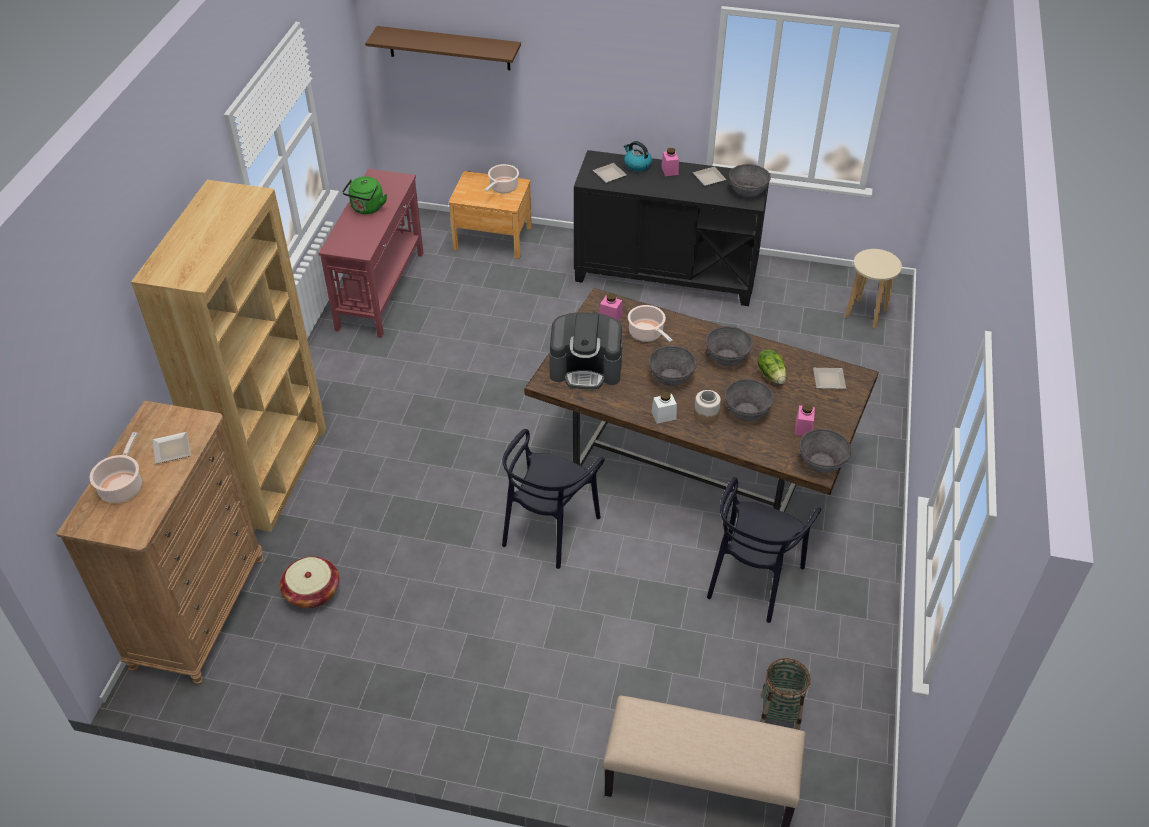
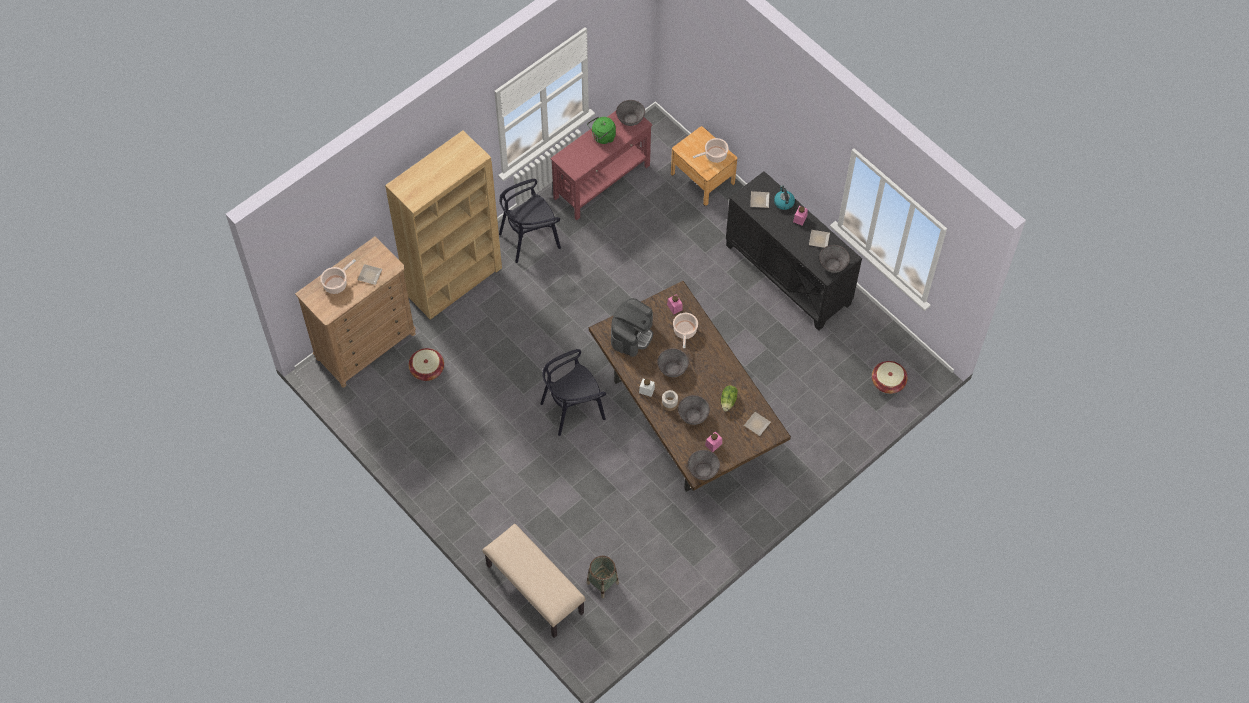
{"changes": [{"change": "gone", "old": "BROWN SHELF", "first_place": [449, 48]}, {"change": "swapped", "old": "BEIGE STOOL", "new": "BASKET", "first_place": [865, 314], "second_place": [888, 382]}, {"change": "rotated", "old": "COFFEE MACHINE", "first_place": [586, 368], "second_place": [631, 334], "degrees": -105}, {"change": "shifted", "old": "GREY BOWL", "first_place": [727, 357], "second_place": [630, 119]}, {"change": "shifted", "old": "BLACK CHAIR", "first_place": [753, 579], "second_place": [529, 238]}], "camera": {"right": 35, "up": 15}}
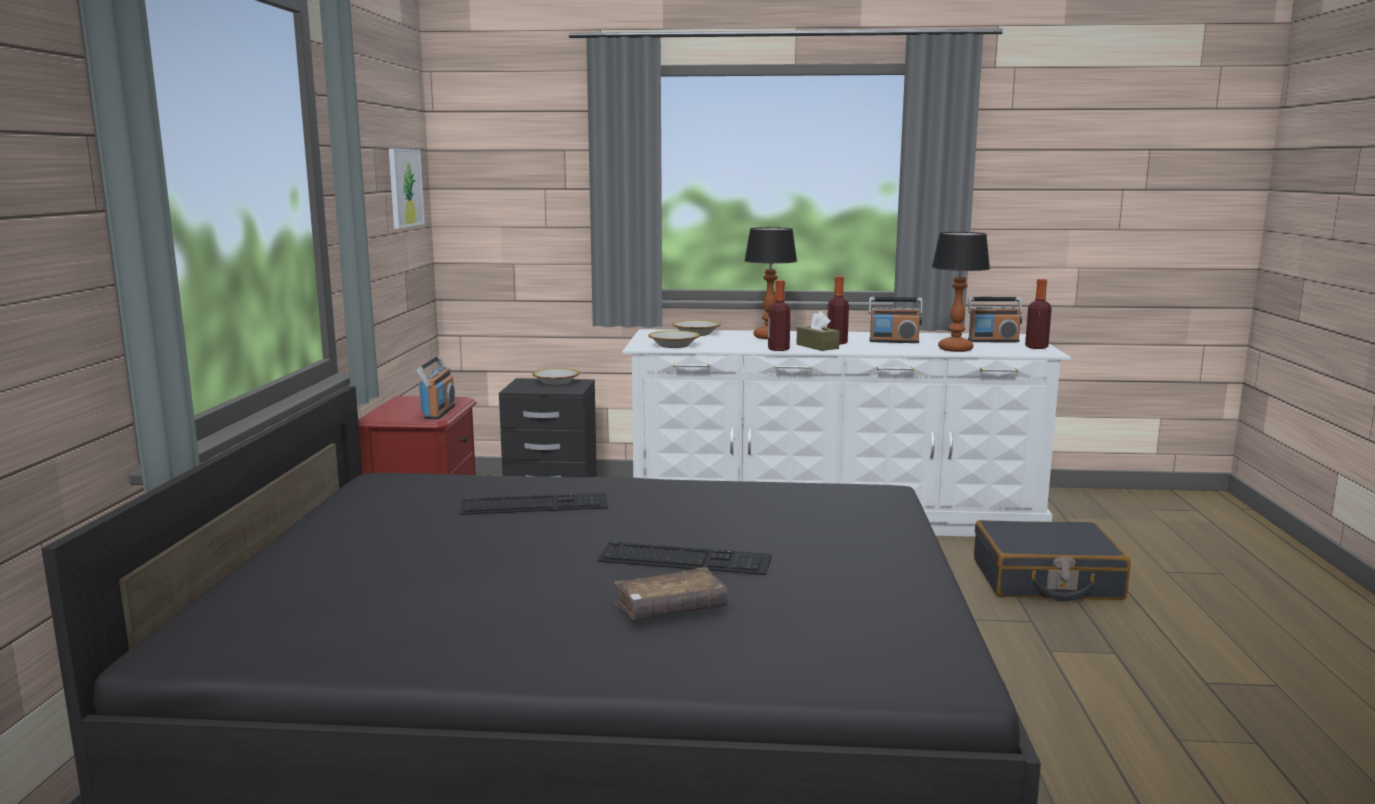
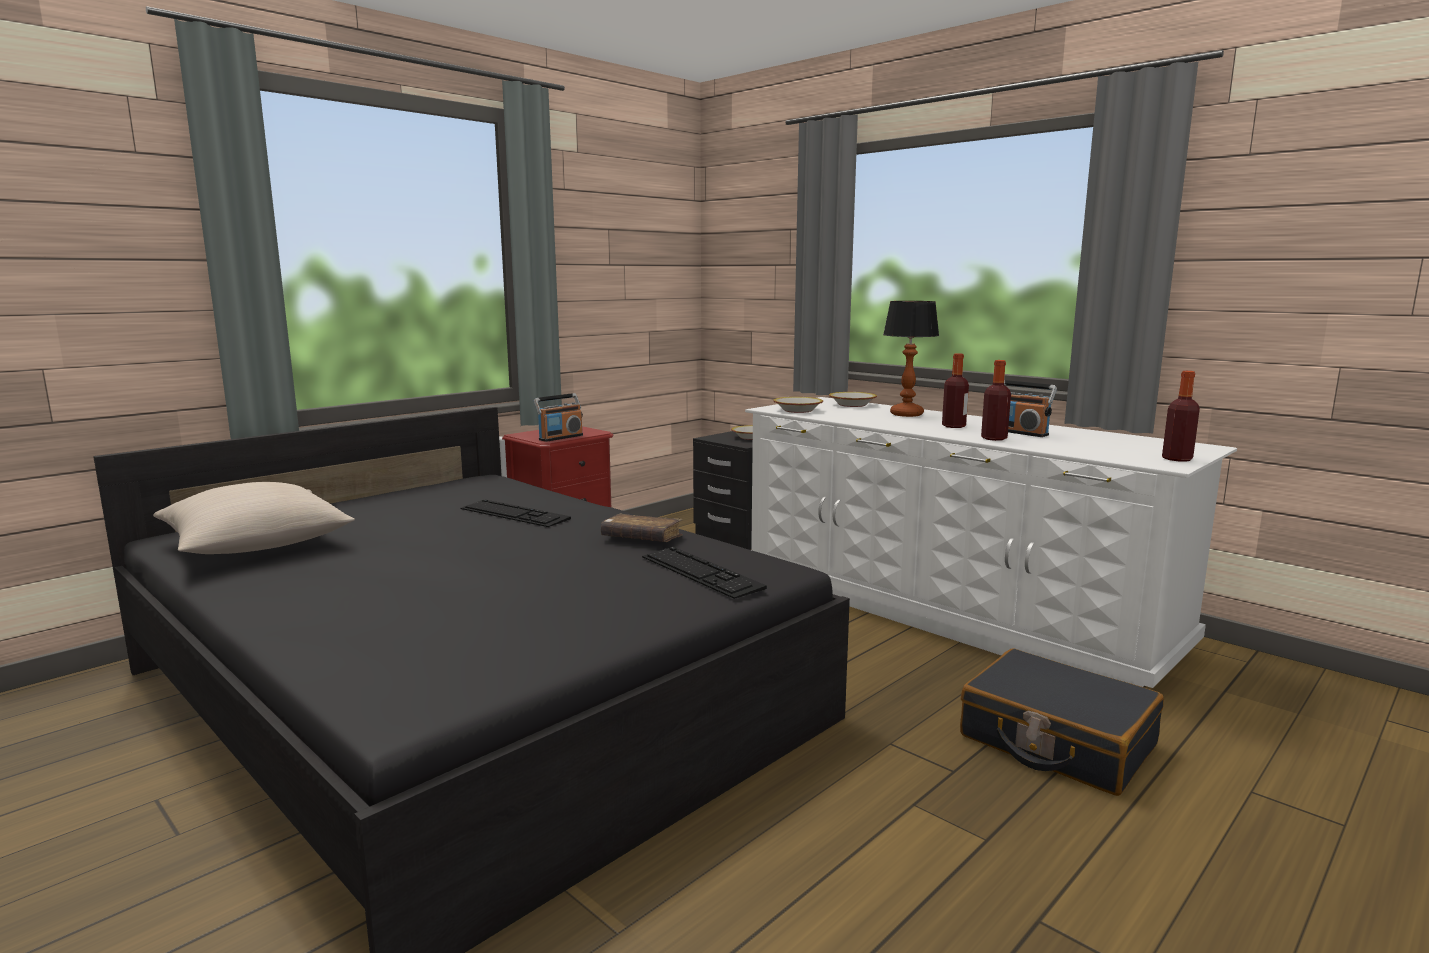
{"changes": [{"change": "gone", "old": "PICTURE", "first_place": [405, 187]}, {"change": "gone", "old": "TABLE LAMP", "first_place": [954, 349]}, {"change": "shifted", "old": "BOTTLE", "first_place": [778, 349], "second_place": [994, 438]}, {"change": "gone", "old": "RADIO", "first_place": [993, 341]}, {"change": "gone", "old": "BROWN TISSUE BOX", "first_place": [817, 346]}, {"change": "shifted", "old": "KEYBOARD", "first_place": [684, 559], "second_place": [701, 572]}, {"change": "shifted", "old": "BROWN BOOK", "first_place": [670, 609], "second_place": [641, 538]}, {"change": "new", "new": "BEIGE PILLOW", "second_place": [256, 544]}], "camera": {"right": 40, "up": 0}}
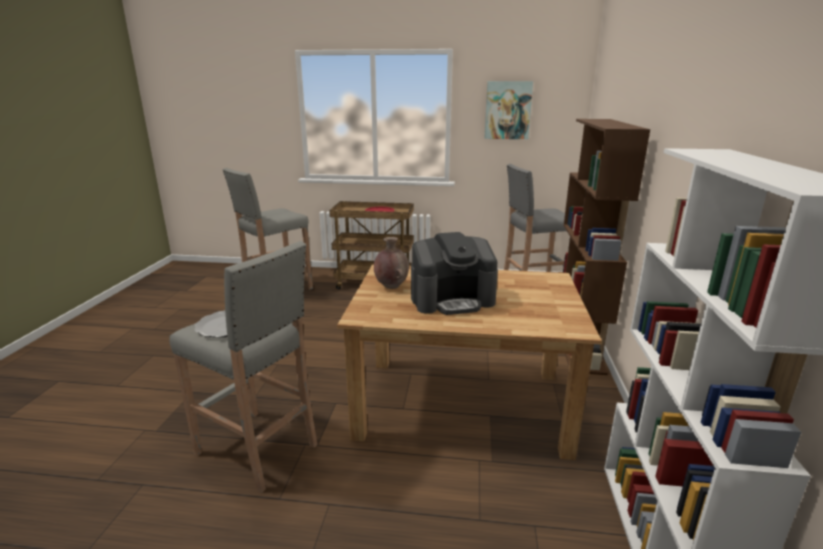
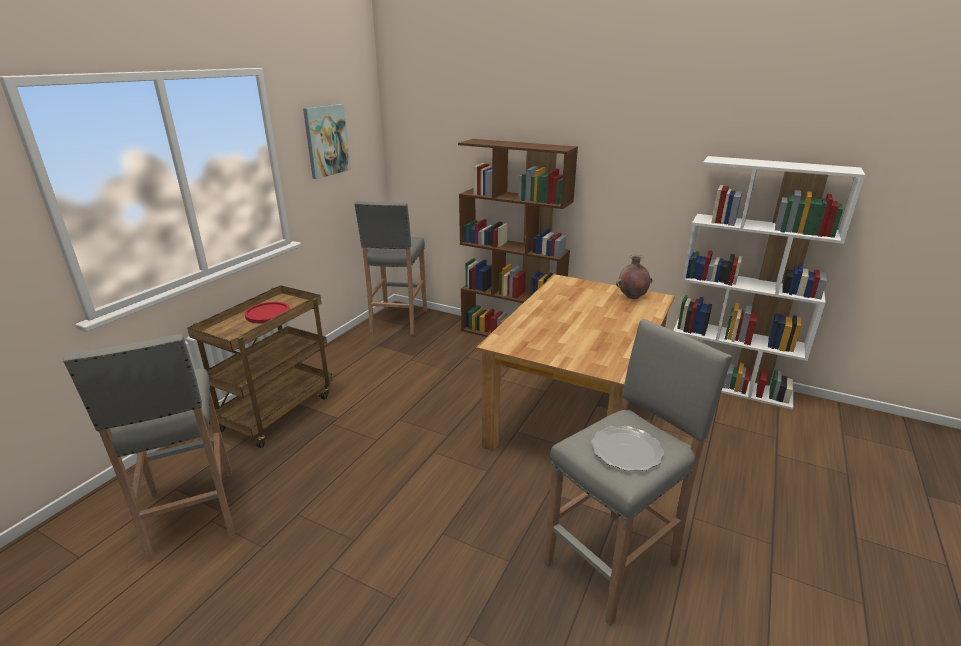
{"changes": [{"change": "gone", "old": "COFFEE MACHINE", "first_place": [452, 300]}, {"change": "shifted", "old": "BROWN VASE", "first_place": [391, 286], "second_place": [632, 297]}], "camera": {"right": -70, "up": 5}}
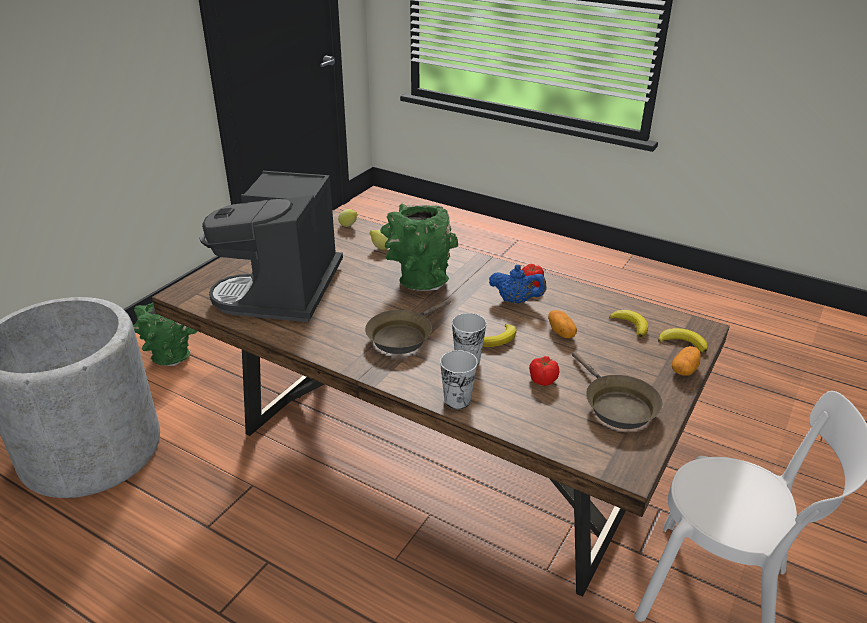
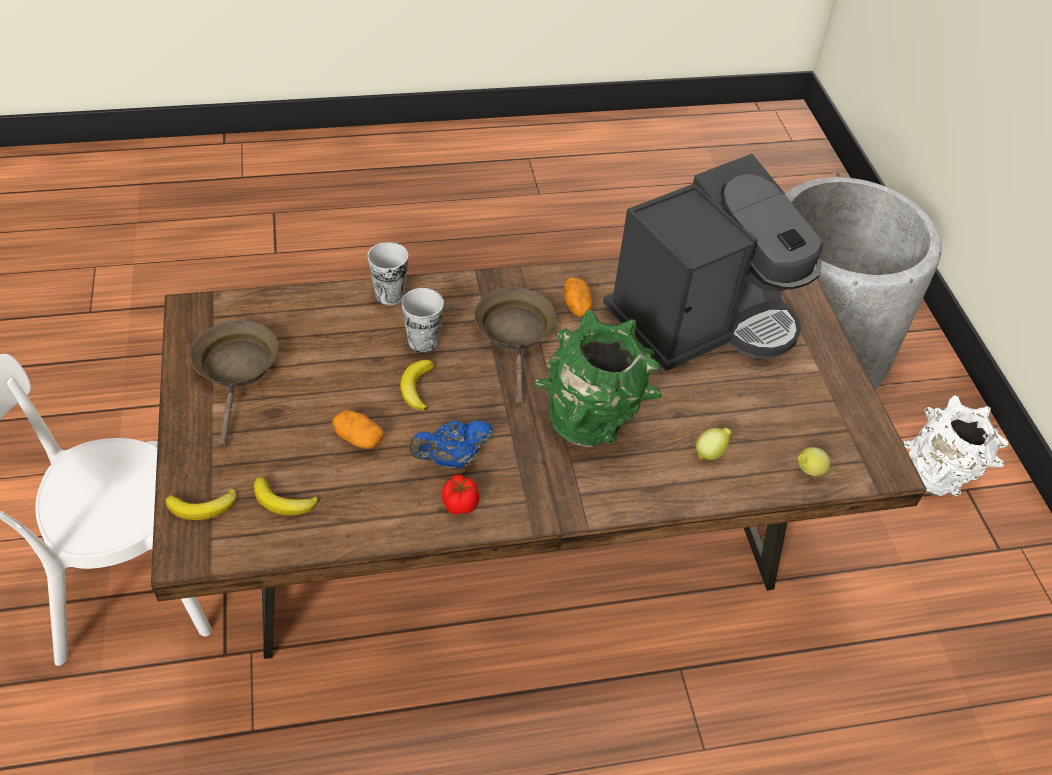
{"changes": [{"change": "rotated", "old": "COFFEE MACHINE", "first_place": [283, 291], "second_place": [703, 319], "degrees": 90}, {"change": "repainted", "old": "GREEN VASE", "new": "WHITE VASE", "first_place": [168, 356], "second_place": [938, 476]}, {"change": "shifted", "old": "POTATO", "first_place": [684, 369], "second_place": [577, 305]}, {"change": "rotated", "old": "BROWN FRYING PAN", "first_place": [616, 405], "second_place": [237, 370], "degrees": 60}, {"change": "gone", "old": "TOMATO", "first_place": [542, 380]}], "camera": {"right": 135, "up": 15}}
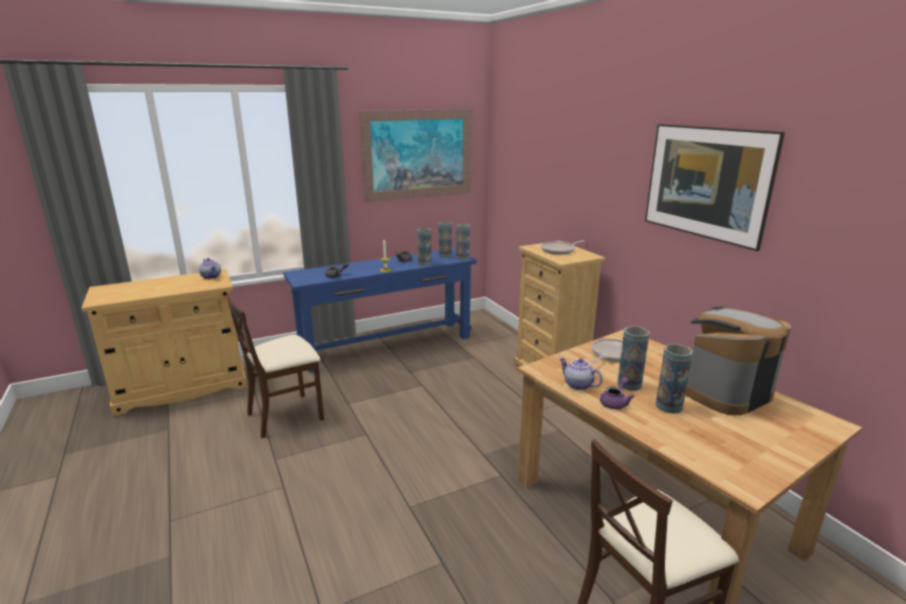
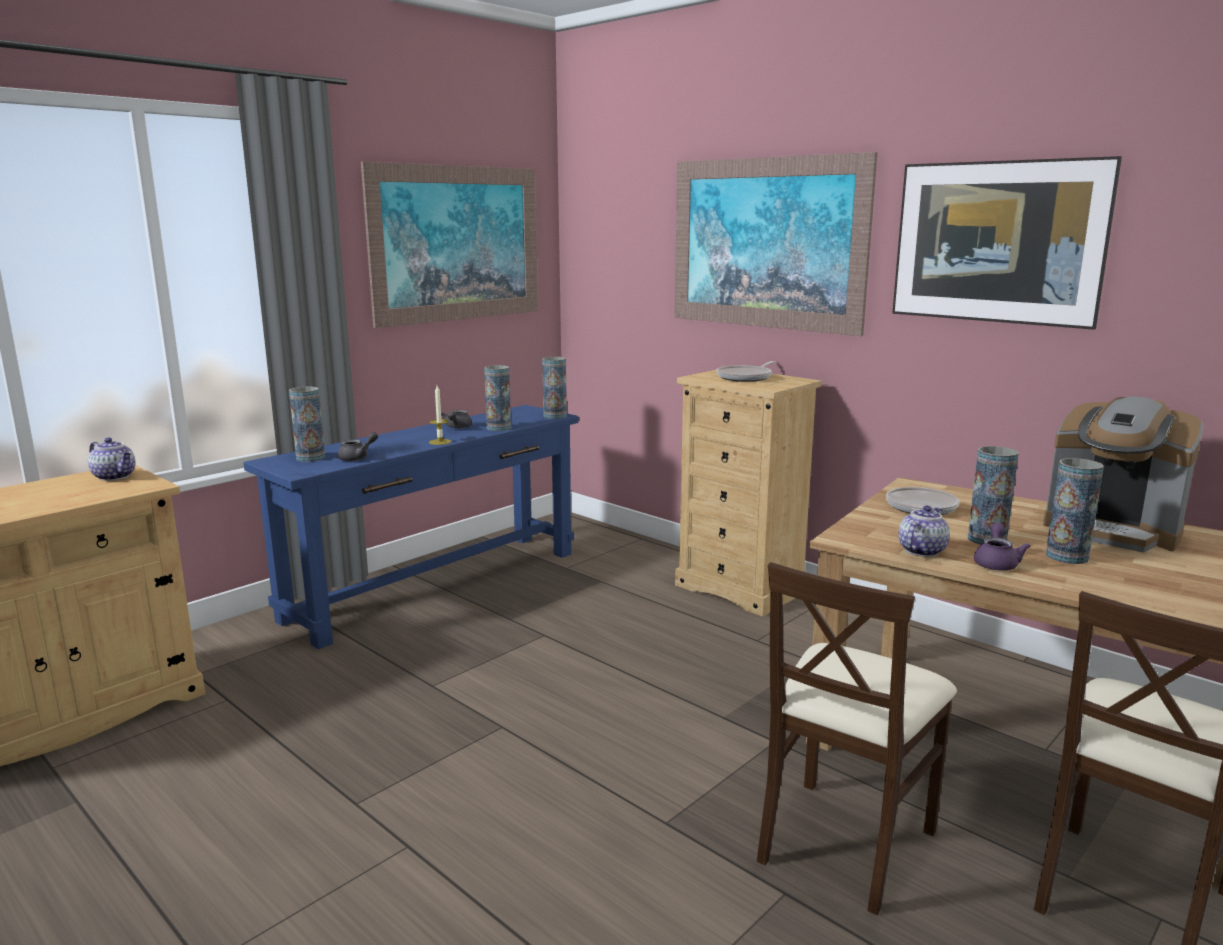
{"changes": [{"change": "shifted", "old": "VASE", "first_place": [445, 255], "second_place": [310, 457]}, {"change": "shifted", "old": "BEIGE CHAIR", "first_place": [286, 415], "second_place": [844, 842]}, {"change": "rotated", "old": "COFFEE MACHINE", "first_place": [724, 393], "second_place": [1112, 531], "degrees": -90}, {"change": "rotated", "old": "TEAPOT", "first_place": [577, 385], "second_place": [921, 550], "degrees": 105}, {"change": "new", "new": "PICTURE", "second_place": [766, 243]}], "camera": {"right": -20, "up": -5}}
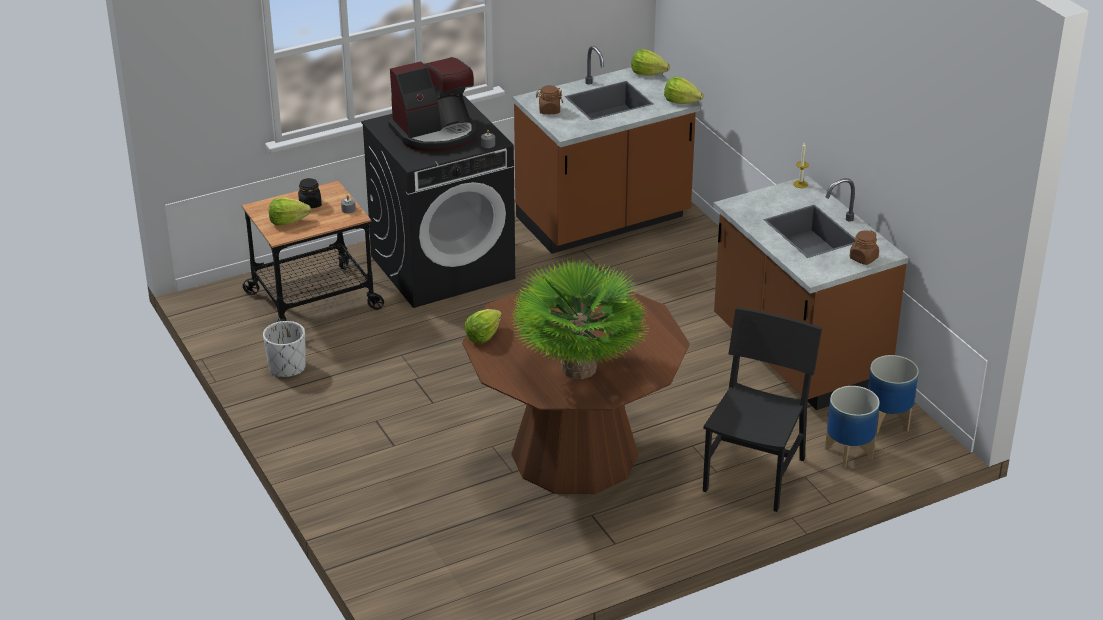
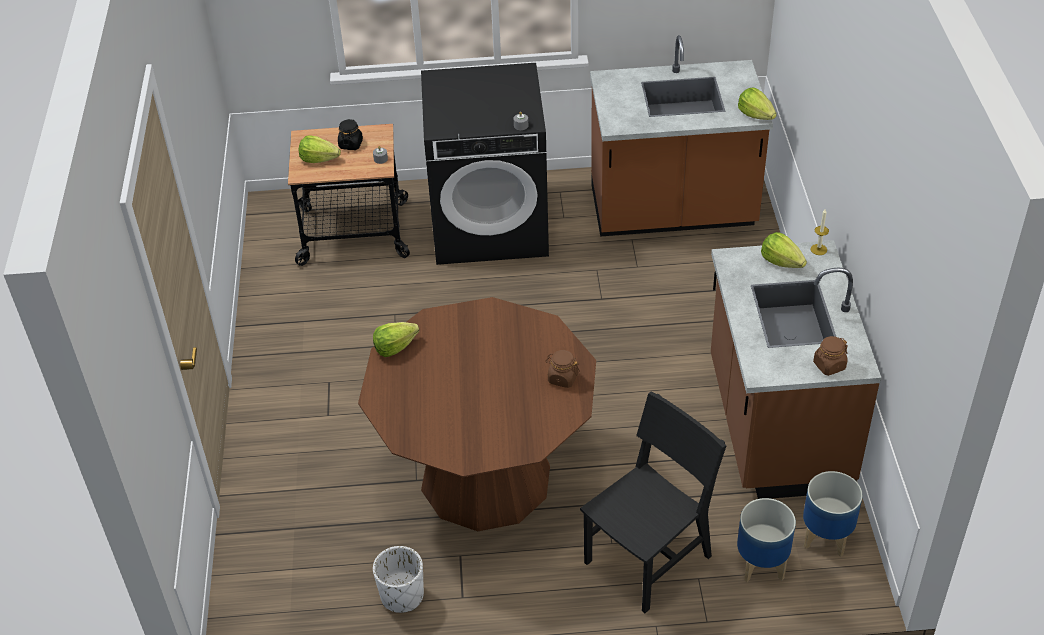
{"changes": [{"change": "shifted", "old": "LETTUCE", "first_place": [648, 73], "second_place": [781, 262]}, {"change": "gone", "old": "COFFEE MACHINE", "first_place": [435, 133]}, {"change": "shifted", "old": "BROWN JAR", "first_place": [549, 110], "second_place": [562, 378]}, {"change": "gone", "old": "POTTED PLANT", "first_place": [579, 368]}, {"change": "shifted", "old": "WHITE PLANTER", "first_place": [287, 368], "second_place": [402, 596]}], "camera": {"right": 25, "up": 10}}
